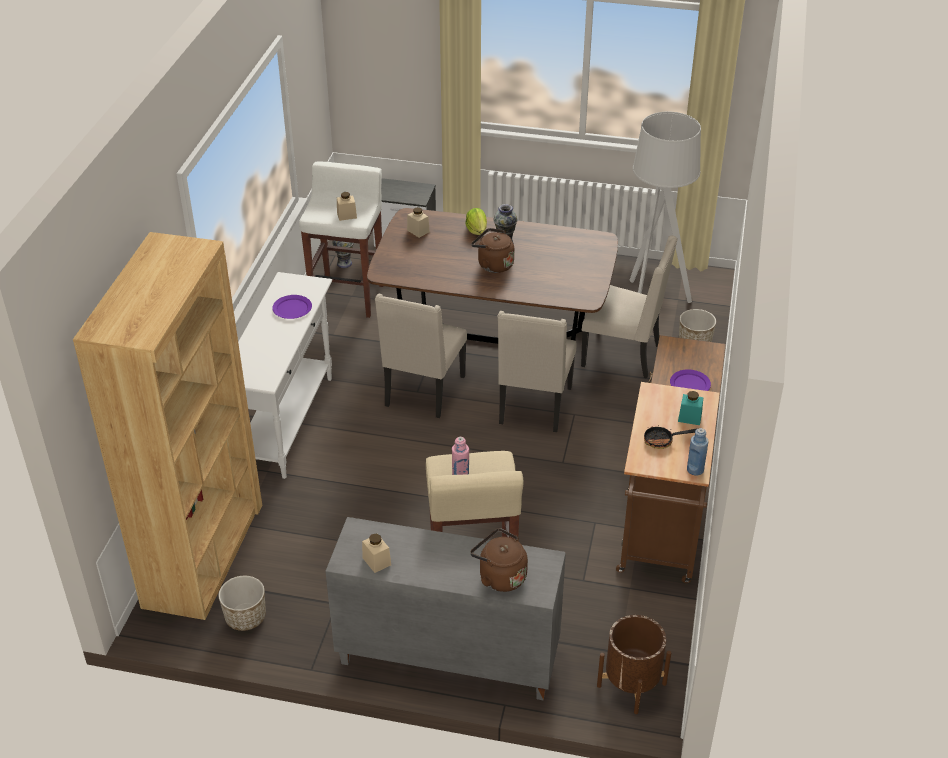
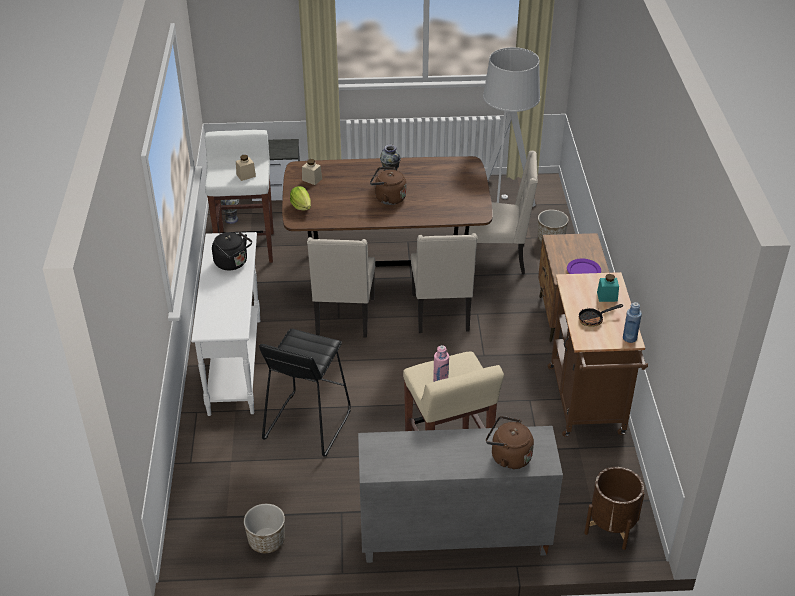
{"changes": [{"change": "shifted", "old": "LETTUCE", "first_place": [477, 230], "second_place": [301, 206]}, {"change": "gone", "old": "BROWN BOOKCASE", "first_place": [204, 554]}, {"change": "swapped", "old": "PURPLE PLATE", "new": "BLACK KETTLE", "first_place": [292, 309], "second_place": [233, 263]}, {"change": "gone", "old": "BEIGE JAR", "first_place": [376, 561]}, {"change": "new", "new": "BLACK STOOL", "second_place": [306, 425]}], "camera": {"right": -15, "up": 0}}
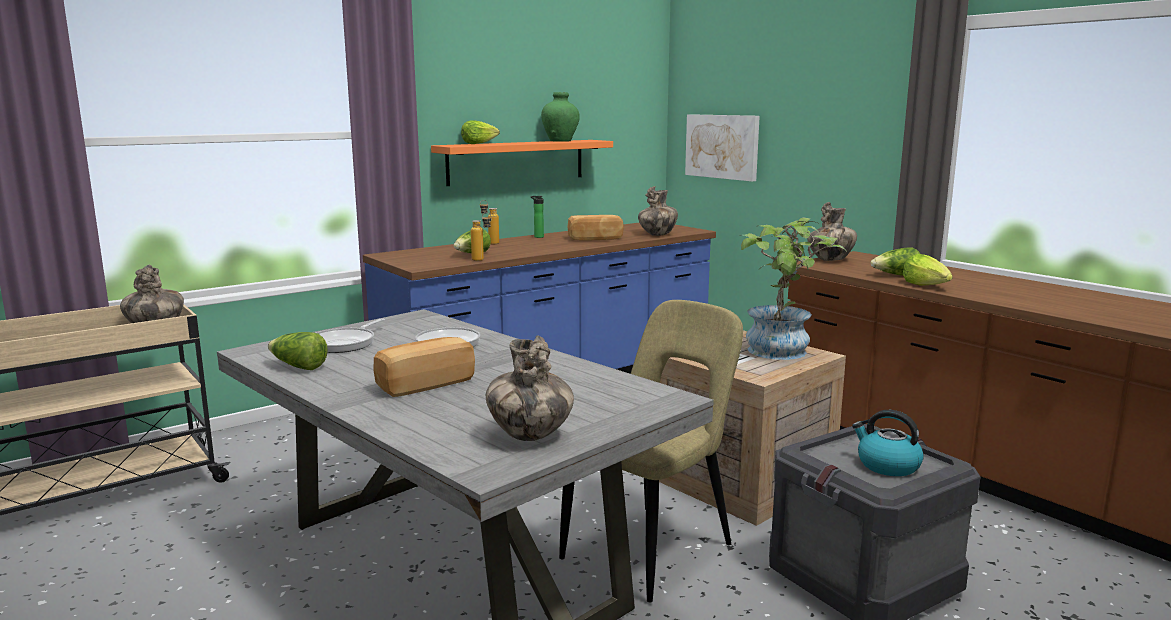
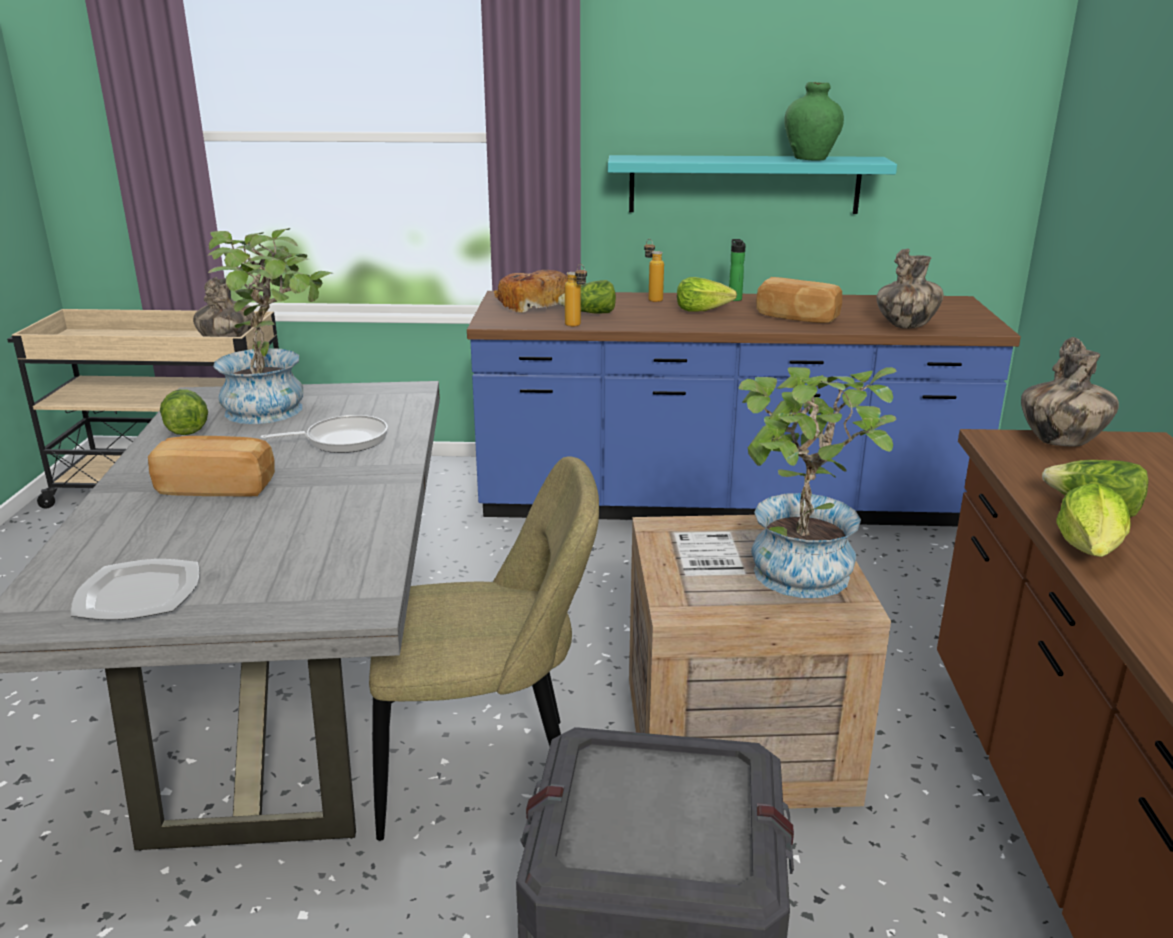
{"changes": [{"change": "gone", "old": "PICTURE", "first_place": [722, 146]}, {"change": "shifted", "old": "LETTUCE", "first_place": [478, 143], "second_place": [702, 310]}, {"change": "repainted", "old": "ORANGE SHELF", "new": "TURQUOISE SHELF", "first_place": [516, 162], "second_place": [744, 184]}, {"change": "swapped", "old": "FRYING PAN", "new": "POTTED PLANT", "first_place": [345, 343], "second_place": [277, 409]}, {"change": "swapped", "old": "VASE", "new": "PLATE", "first_place": [530, 435], "second_place": [139, 593]}, {"change": "gone", "old": "KETTLE", "first_place": [887, 465]}, {"change": "new", "new": "BREAD", "second_place": [532, 304]}], "camera": {"right": 40, "up": 10}}
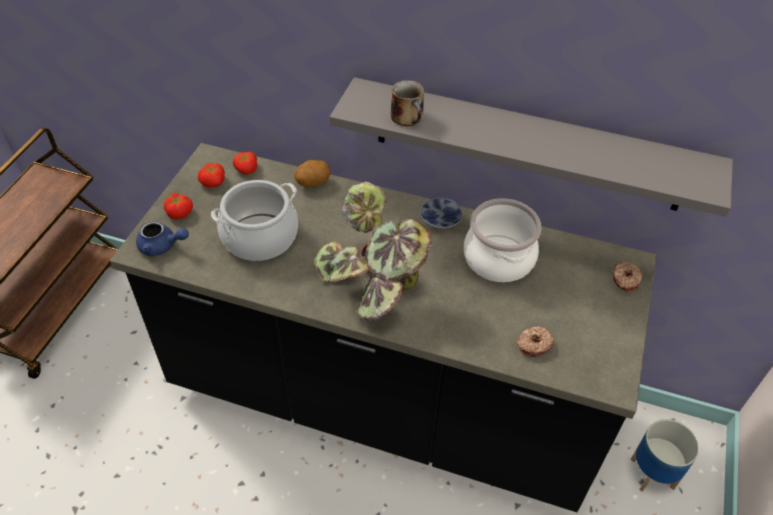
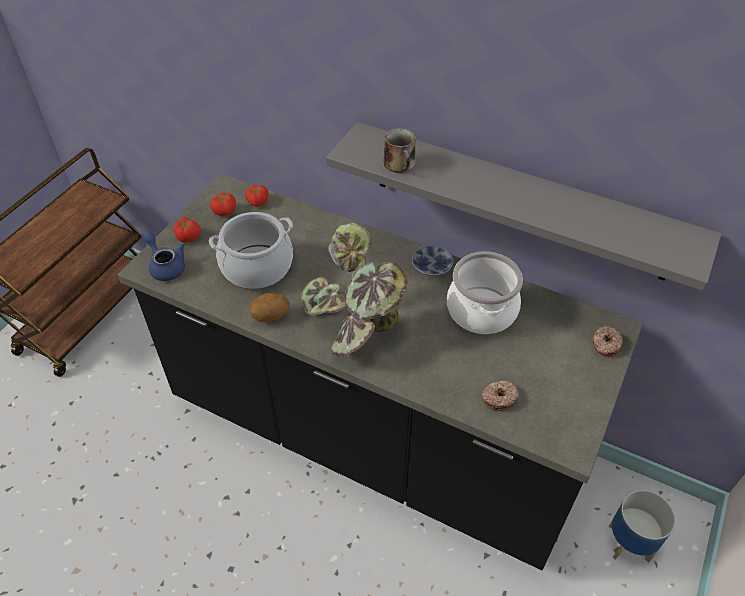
{"changes": [{"change": "shifted", "old": "POTATO", "first_place": [313, 183], "second_place": [271, 316]}, {"change": "rotated", "old": "BLUE TEAPOT", "first_place": [162, 246], "second_place": [166, 266], "degrees": -150}], "camera": {"right": 10, "up": 0}}
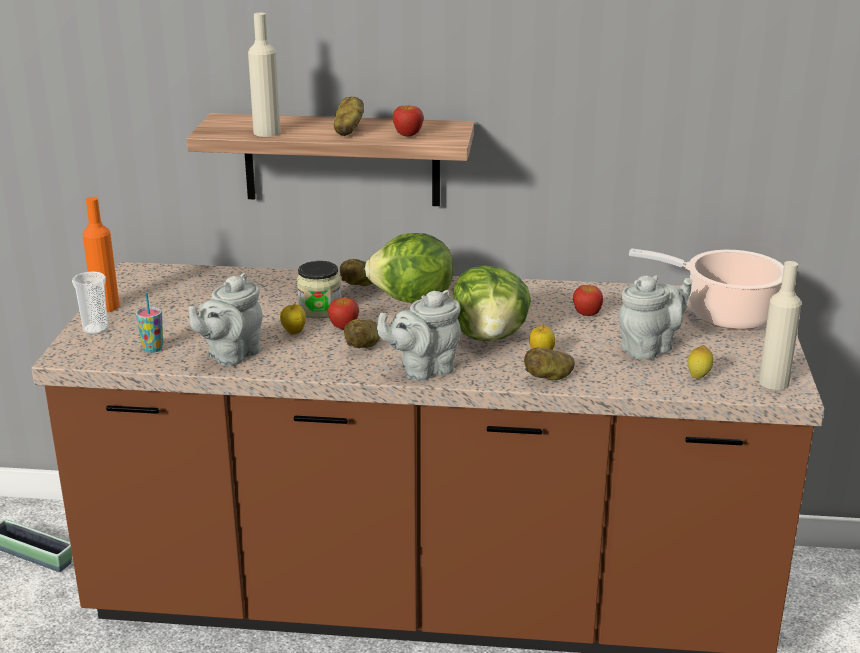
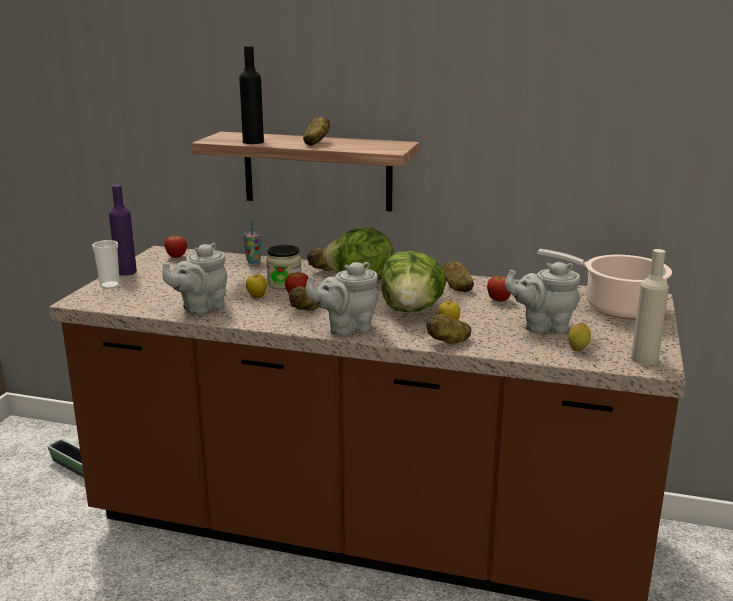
{"changes": [{"change": "repainted", "old": "BEIGE BOTTLE", "new": "BLACK BOTTLE", "first_place": [267, 132], "second_place": [253, 142]}, {"change": "shifted", "old": "APPLE", "first_place": [408, 134], "second_place": [176, 256]}, {"change": "repainted", "old": "ORANGE BOTTLE", "new": "PURPLE BOTTLE", "first_place": [106, 306], "second_place": [126, 272]}, {"change": "rotated", "old": "GREY TEAPOT", "first_place": [650, 348], "second_place": [543, 327], "degrees": -150}, {"change": "shifted", "old": "CUP", "first_place": [153, 348], "second_place": [253, 261]}, {"change": "new", "new": "POTATO", "second_place": [457, 287]}], "camera": {"right": 10, "up": -5}}
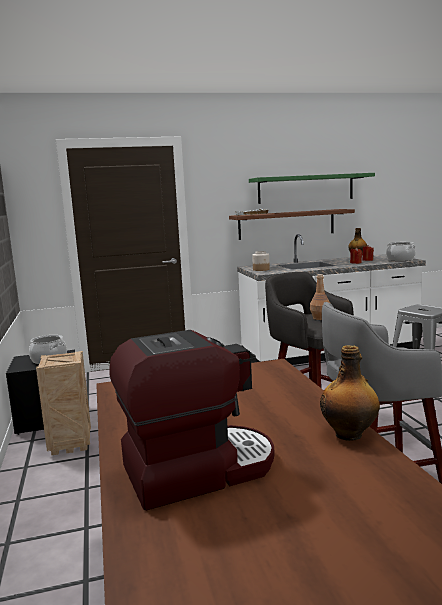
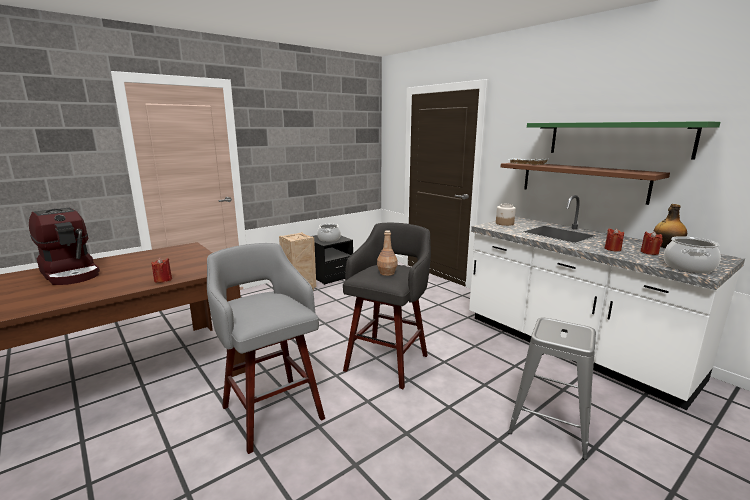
{"changes": [{"change": "gone", "old": "BOTTLE", "first_place": [349, 434]}, {"change": "new", "new": "RED CANDLE", "second_place": [163, 280]}], "camera": {"right": 65, "up": 5}}
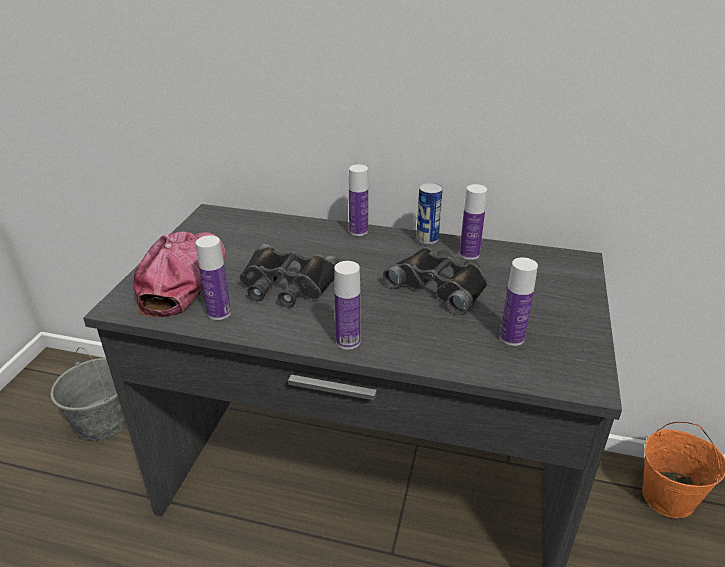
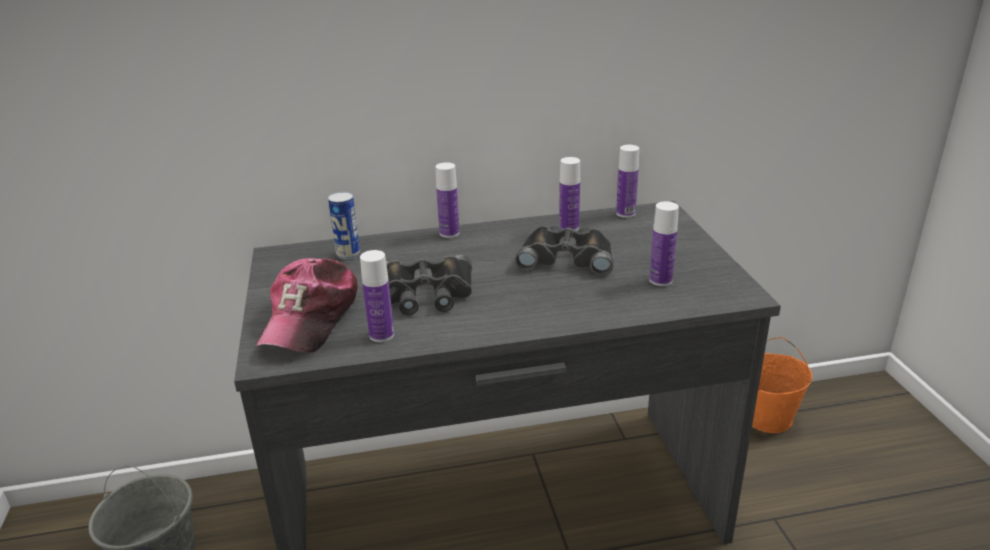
{"changes": [{"change": "shifted", "old": "CAN", "first_place": [427, 240], "second_place": [348, 254]}, {"change": "rotated", "old": "CAP", "first_place": [183, 279], "second_place": [311, 318], "degrees": -150}, {"change": "shifted", "old": "BOTTLE", "first_place": [348, 341], "second_place": [625, 213]}], "camera": {"right": -25, "up": -5}}
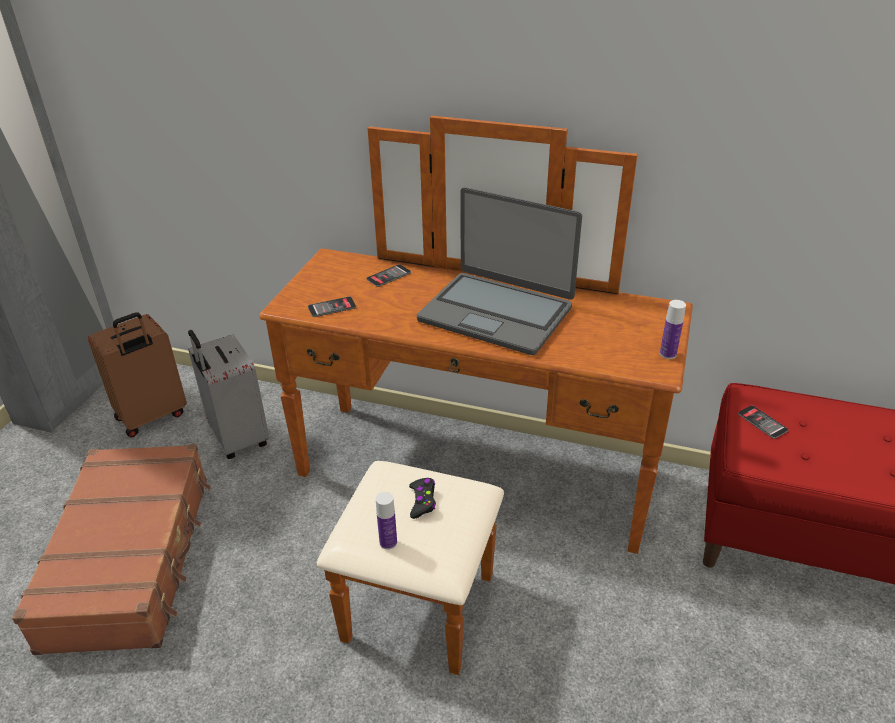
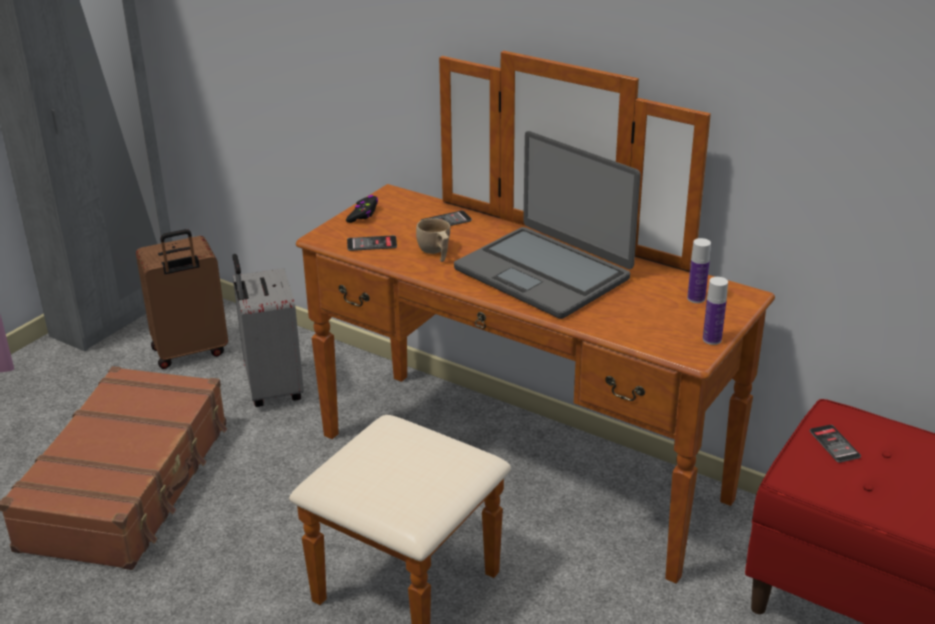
{"changes": [{"change": "shifted", "old": "BLACK GAME CONTROLLER", "first_place": [422, 501], "second_place": [363, 214]}, {"change": "shifted", "old": "BOTTLE", "first_place": [388, 542], "second_place": [696, 298]}, {"change": "new", "new": "BEIGE CUP", "second_place": [435, 253]}], "camera": {"right": 15, "up": -5}}
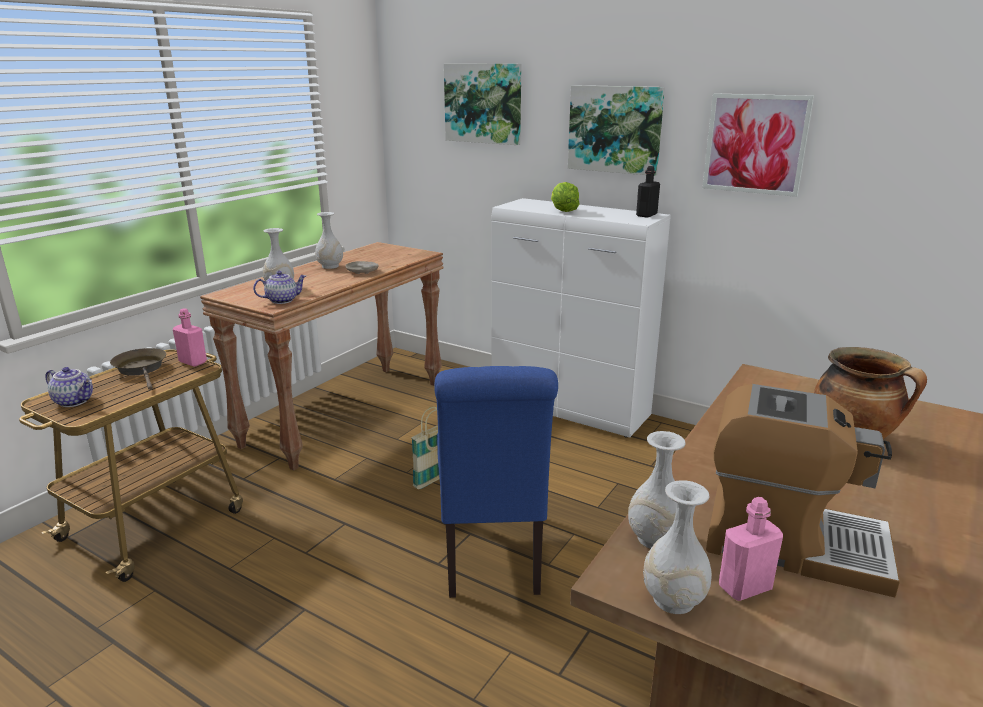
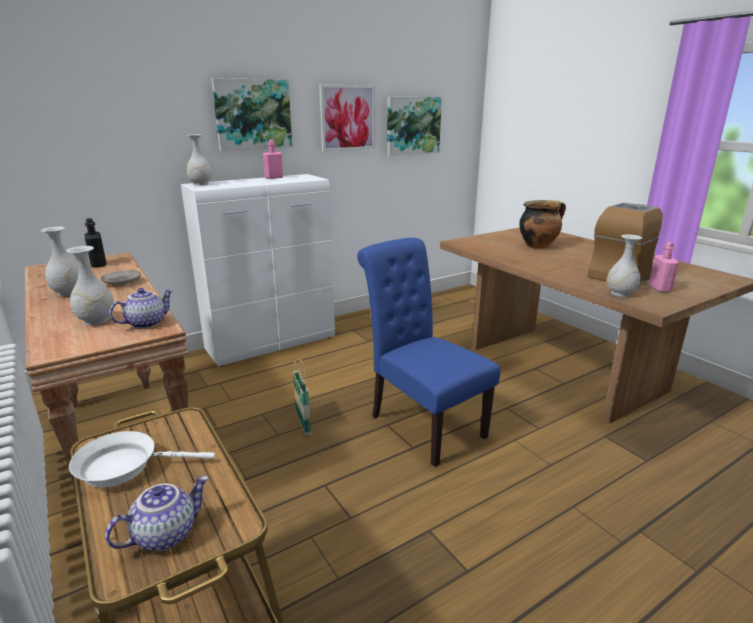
{"changes": [{"change": "shifted", "old": "PICTURE", "first_place": [483, 103], "second_place": [412, 125]}, {"change": "shifted", "old": "BLACK BOTTLE", "first_place": [646, 215], "second_place": [98, 264]}, {"change": "gone", "old": "LETTUCE", "first_place": [563, 211]}, {"change": "rotated", "old": "TEAPOT", "first_place": [282, 300], "second_place": [146, 323], "degrees": 45}, {"change": "shifted", "old": "PINK BOTTLE", "first_place": [193, 362], "second_place": [274, 177]}, {"change": "repainted", "old": "BROWN FRYING PAN", "new": "WHITE FRYING PAN", "first_place": [142, 369], "second_place": [124, 466]}, {"change": "rotated", "old": "BLUE CHAIR", "first_place": [491, 558], "second_place": [421, 423], "degrees": -150}, {"change": "shifted", "old": "WHITE VASE", "first_place": [672, 599], "second_place": [200, 184]}], "camera": {"right": -65, "up": 0}}
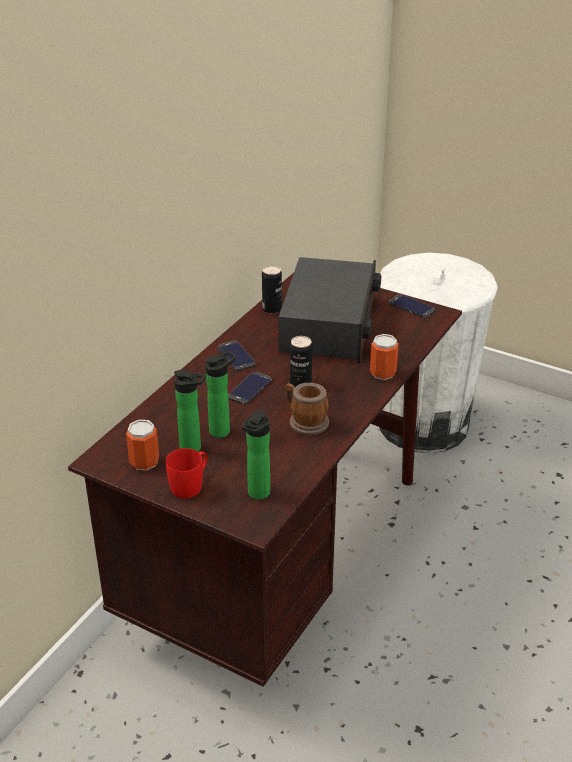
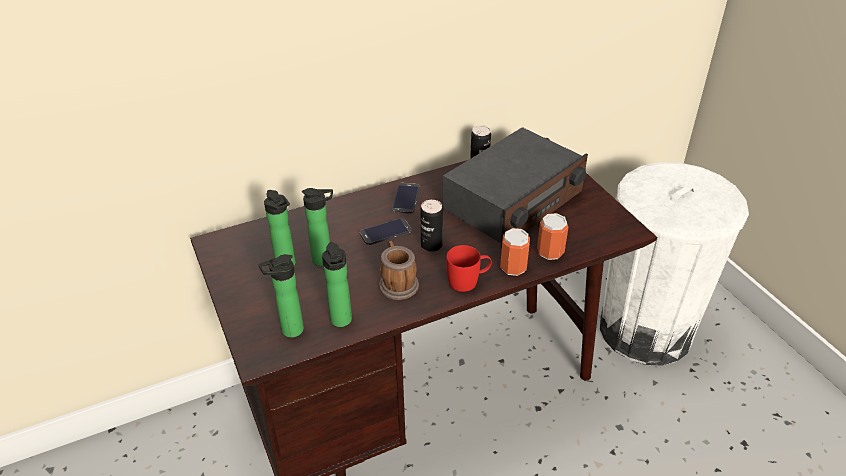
{"changes": [{"change": "gone", "old": "PHONE", "first_place": [411, 306]}, {"change": "shifted", "old": "CAN", "first_place": [144, 462], "second_place": [550, 252]}, {"change": "shifted", "old": "RED MUG", "first_place": [190, 485], "second_place": [468, 281]}, {"change": "new", "new": "BOTTLE", "second_place": [342, 322]}], "camera": {"right": 35, "up": 5}}
